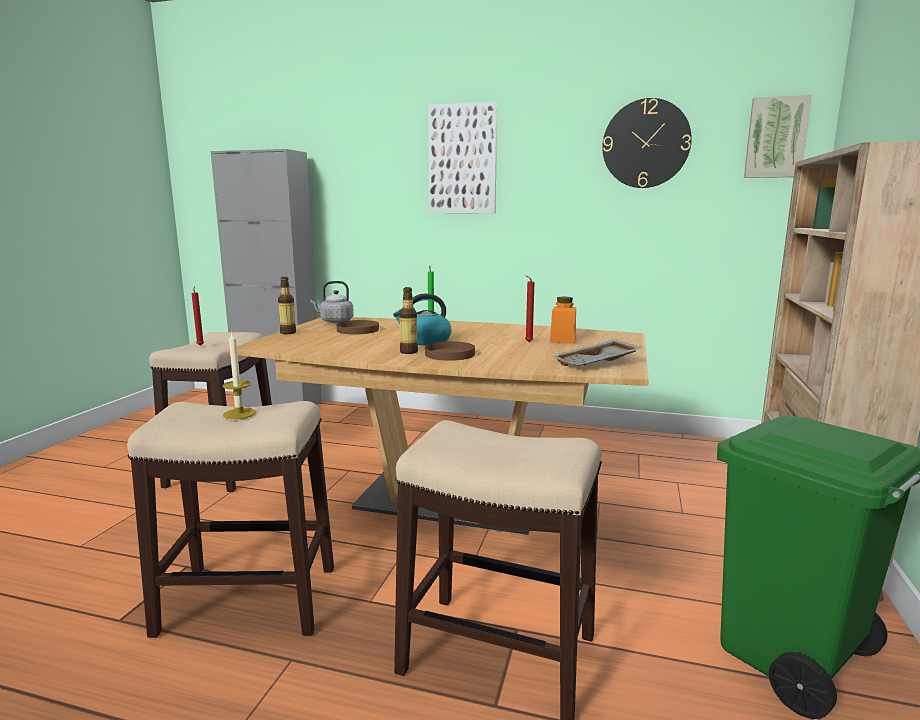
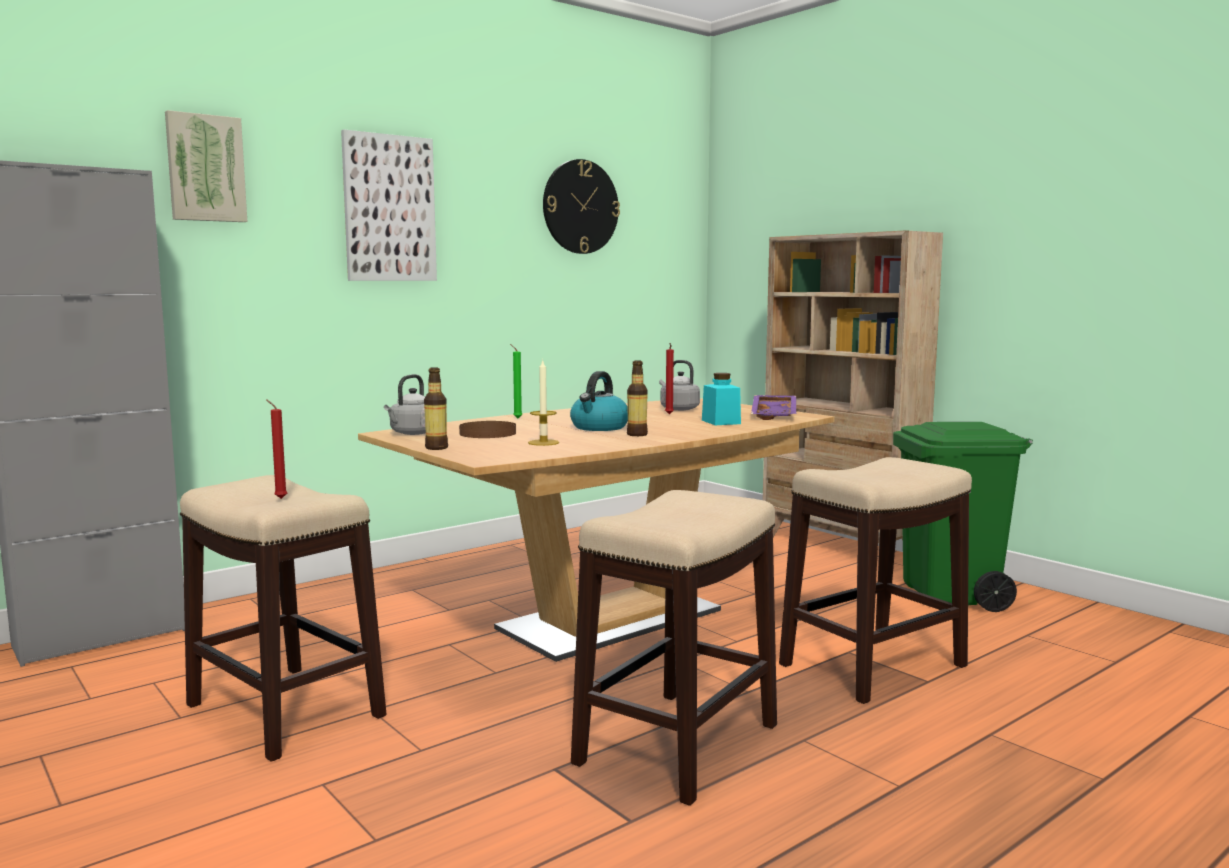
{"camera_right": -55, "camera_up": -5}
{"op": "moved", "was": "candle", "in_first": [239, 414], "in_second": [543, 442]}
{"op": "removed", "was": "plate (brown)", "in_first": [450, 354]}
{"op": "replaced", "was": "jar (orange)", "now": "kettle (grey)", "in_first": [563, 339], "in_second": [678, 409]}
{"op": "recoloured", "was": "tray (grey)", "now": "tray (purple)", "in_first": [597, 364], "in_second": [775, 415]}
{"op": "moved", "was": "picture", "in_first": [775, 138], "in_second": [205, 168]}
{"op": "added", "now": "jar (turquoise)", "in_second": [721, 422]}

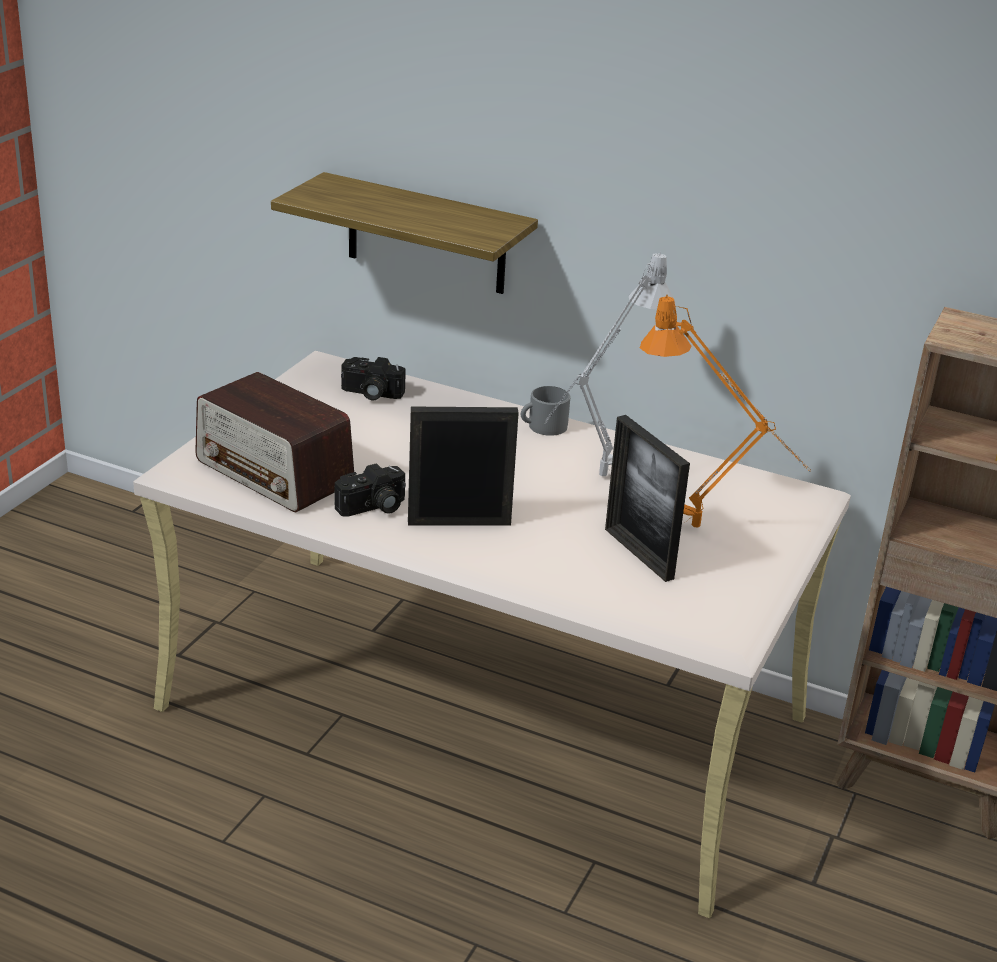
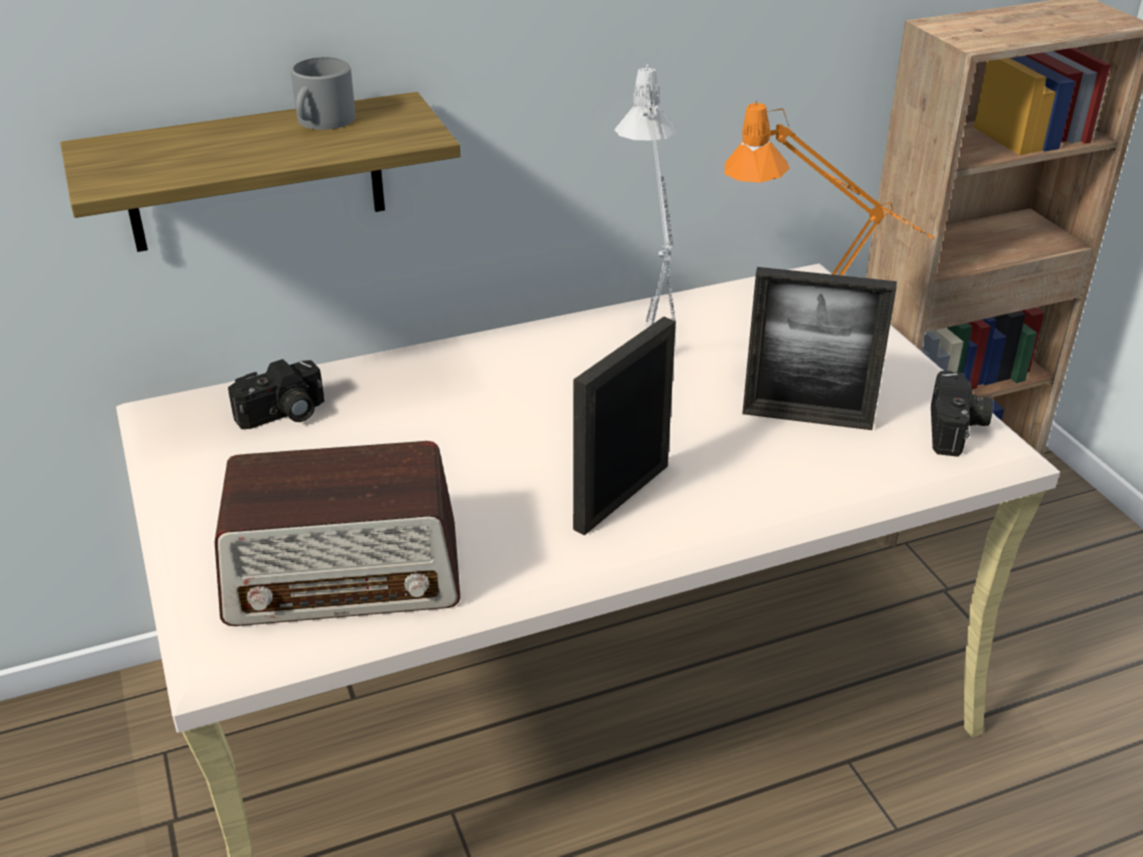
{"camera_right": -45, "camera_up": 5}
{"op": "moved", "was": "photo camera", "in_first": [373, 508], "in_second": [957, 430]}
{"op": "moved", "was": "mug (grey)", "in_first": [543, 426], "in_second": [322, 121]}

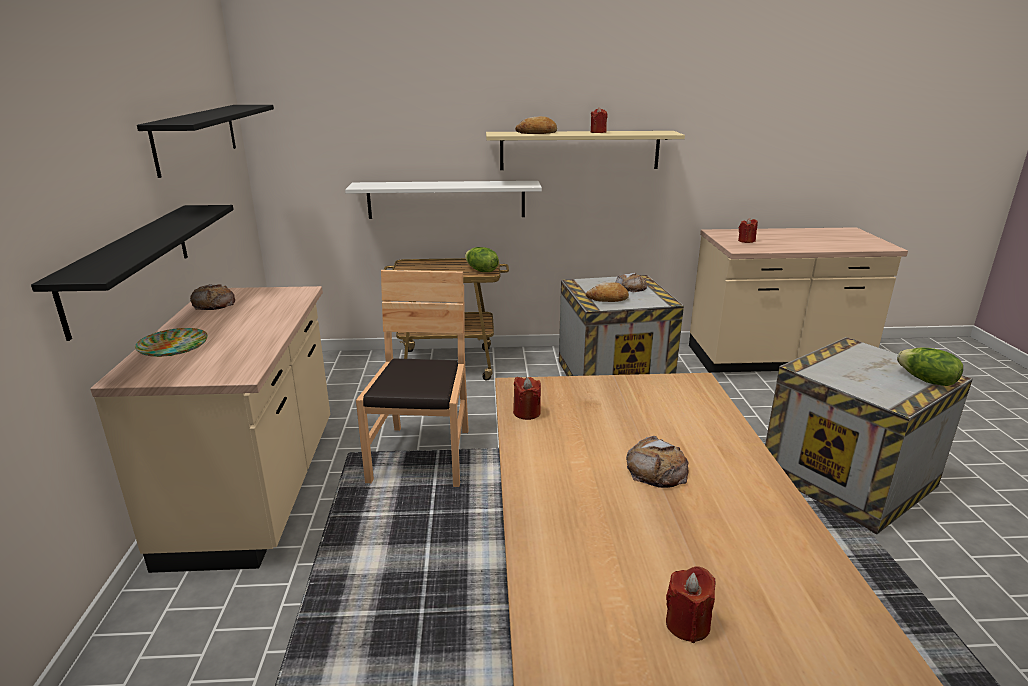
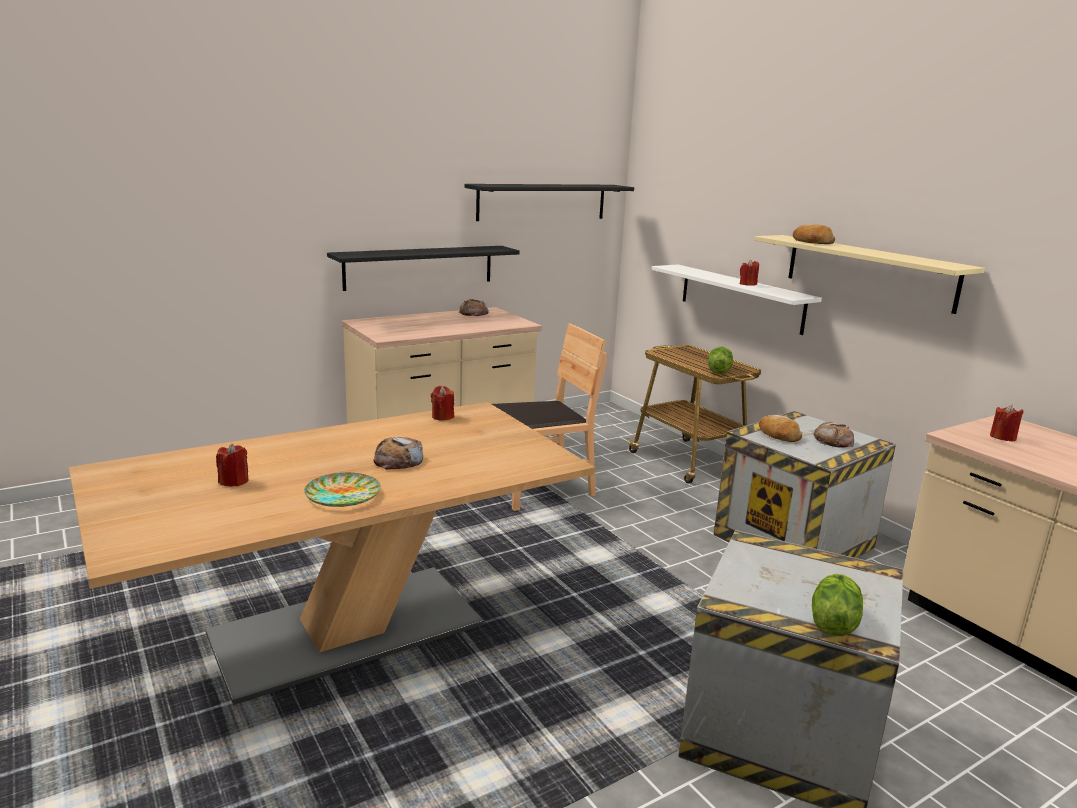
{"camera_right": 60, "camera_up": -5}
{"op": "moved", "was": "plate", "in_first": [174, 347], "in_second": [343, 495]}
{"op": "moved", "was": "candle (red)", "in_first": [598, 132], "in_second": [747, 284]}

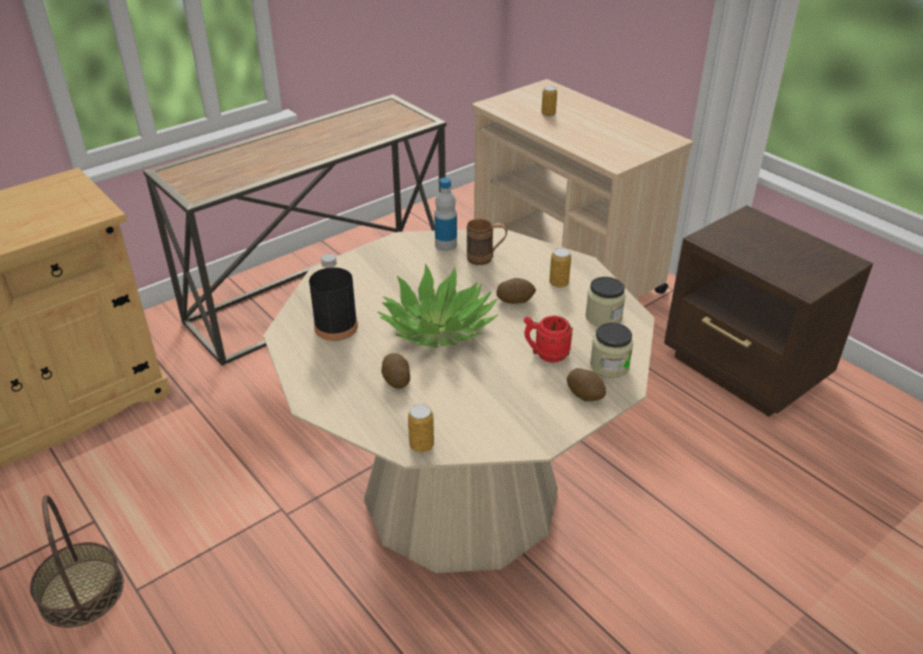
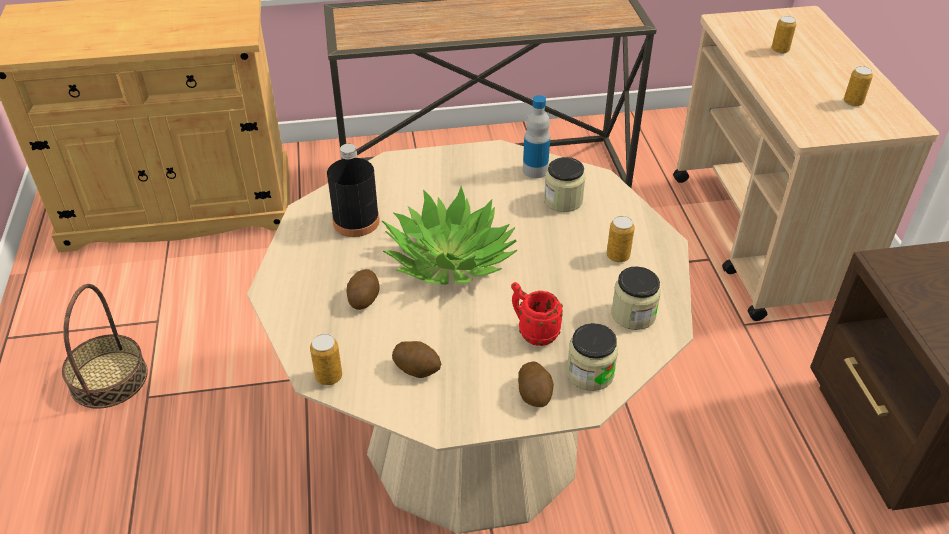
{"camera_right": 30, "camera_up": 5}
{"op": "replaced", "was": "mug (brown)", "now": "jar", "in_first": [486, 259], "in_second": [563, 200]}
{"op": "moved", "was": "potato", "in_first": [515, 300], "in_second": [417, 368]}
{"op": "added", "now": "can", "in_second": [853, 102]}

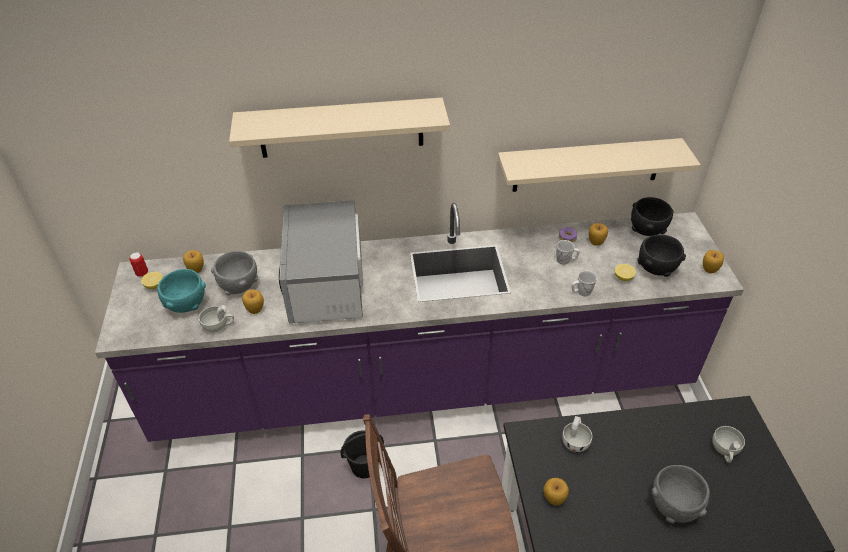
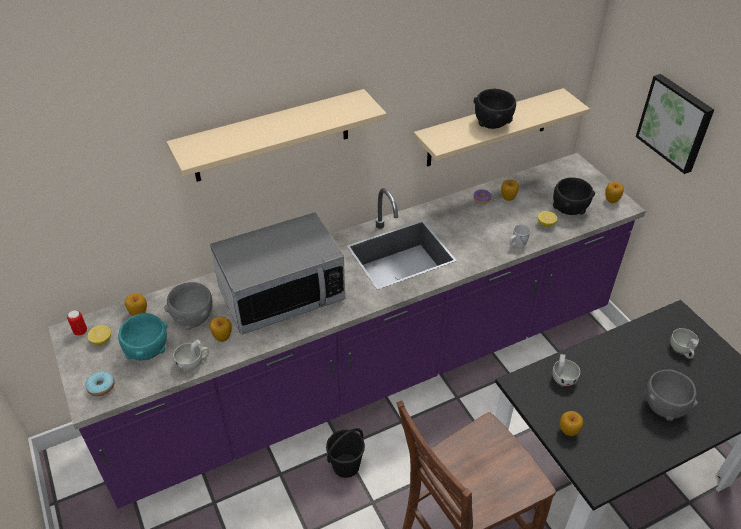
{"camera_right": -20, "camera_up": 0}
{"op": "turned", "was": "microwave", "in_first": [327, 284], "in_second": [282, 295], "clockwise": -90}
{"op": "removed", "was": "mug (white)", "in_first": [566, 260]}
{"op": "moved", "was": "bowl (black)", "in_first": [646, 230], "in_second": [492, 124]}
{"op": "added", "now": "donut", "in_second": [101, 387]}
{"op": "added", "now": "picture", "in_second": [676, 122]}

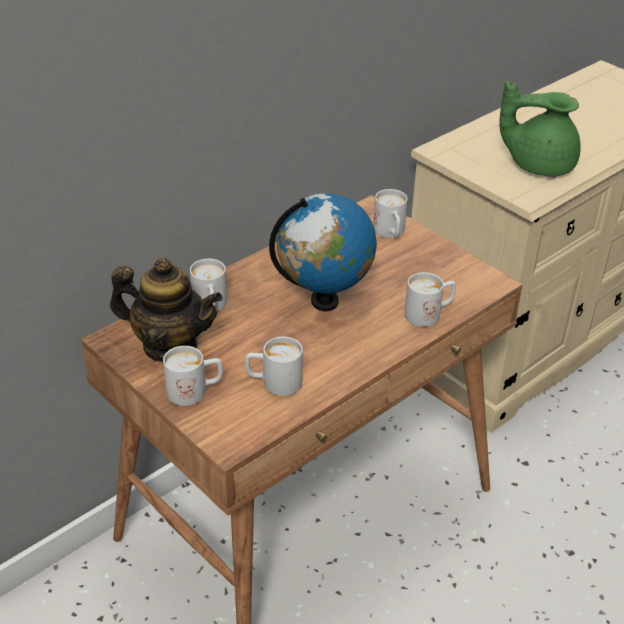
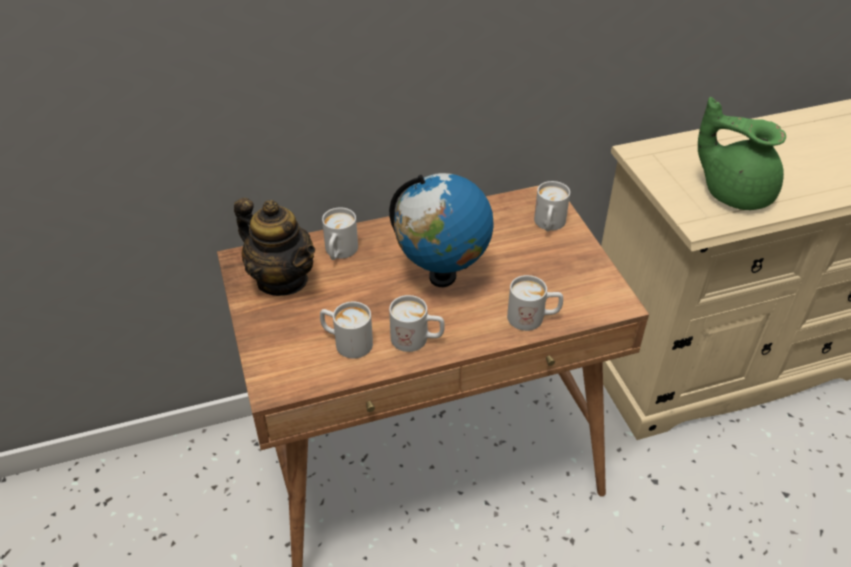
{"camera_right": 25, "camera_up": 5}
{"op": "moved", "was": "mug (white)", "in_first": [195, 391], "in_second": [417, 339]}

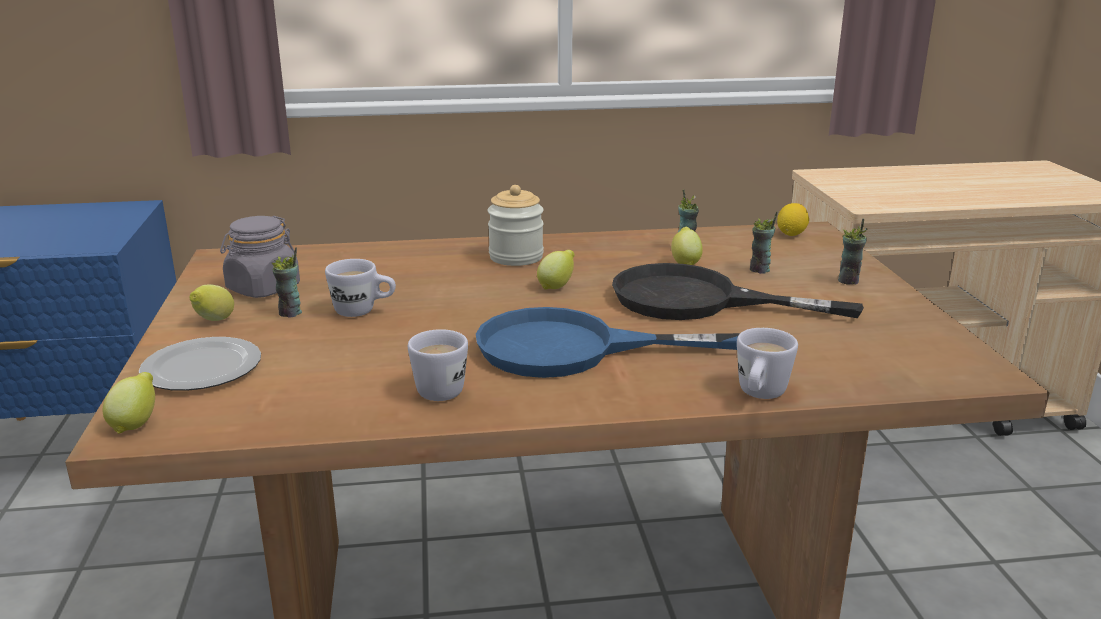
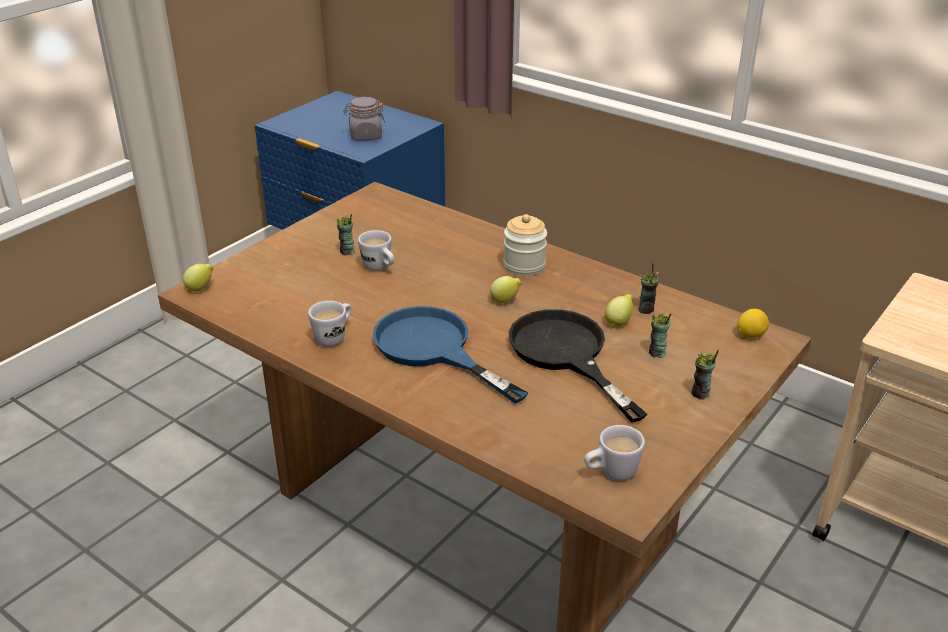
{"camera_right": 45, "camera_up": 10}
{"op": "removed", "was": "plate", "in_first": [203, 369]}
{"op": "removed", "was": "lemon", "in_first": [214, 321]}
{"op": "moved", "was": "jar (grey)", "in_first": [263, 288], "in_second": [365, 136]}
{"op": "moved", "was": "mug (white)", "in_first": [759, 395], "in_second": [611, 473]}

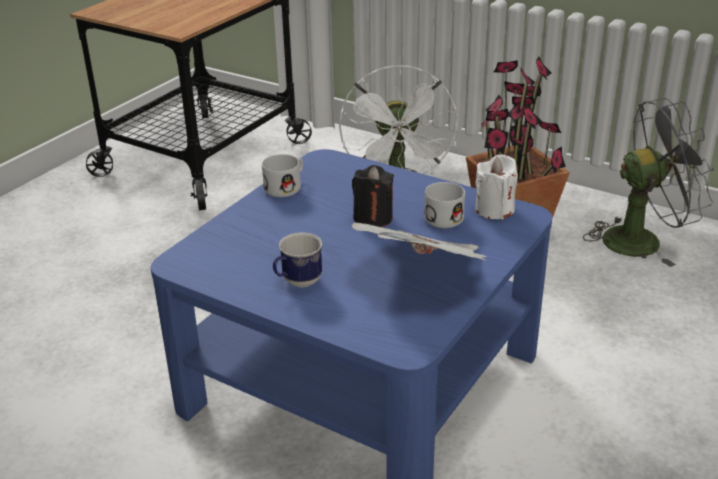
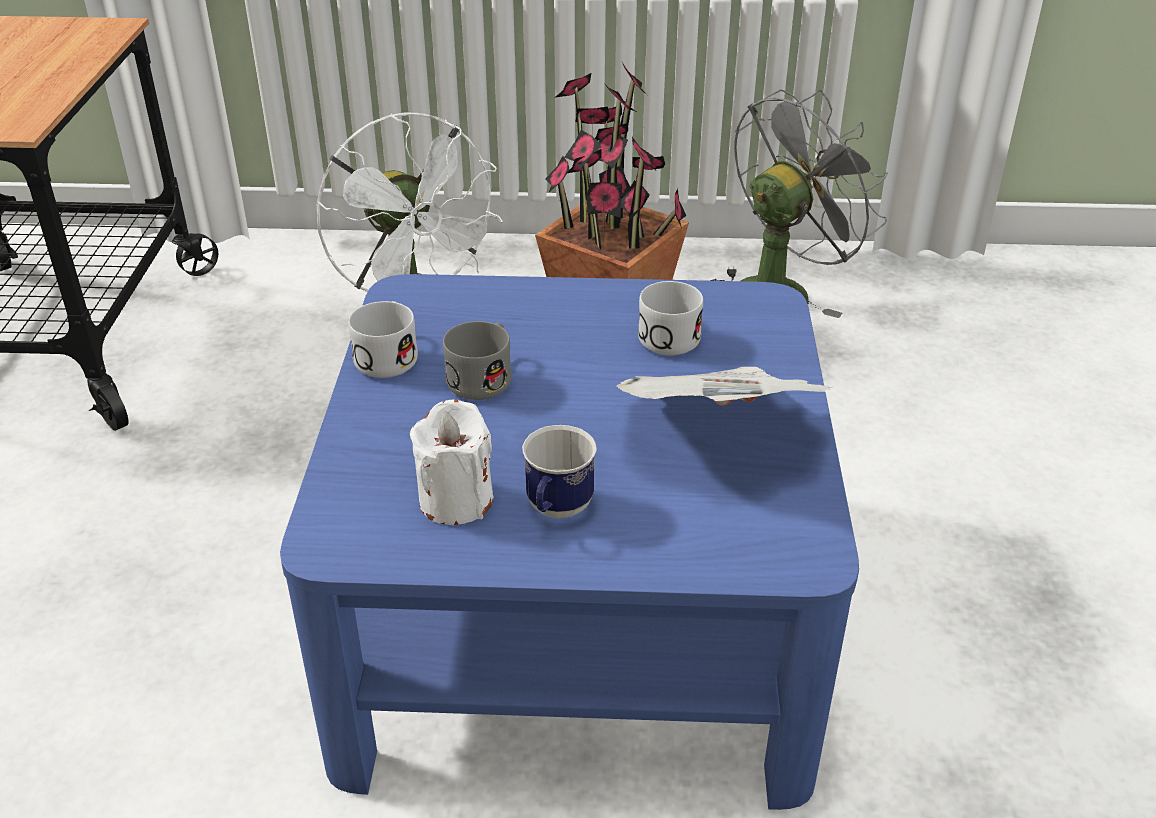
{"camera_right": -30, "camera_up": 5}
{"op": "removed", "was": "candle (black)", "in_first": [373, 218]}
{"op": "moved", "was": "candle (white)", "in_first": [494, 209], "in_second": [456, 500]}
{"op": "added", "now": "mug (grey)", "in_second": [484, 376]}

